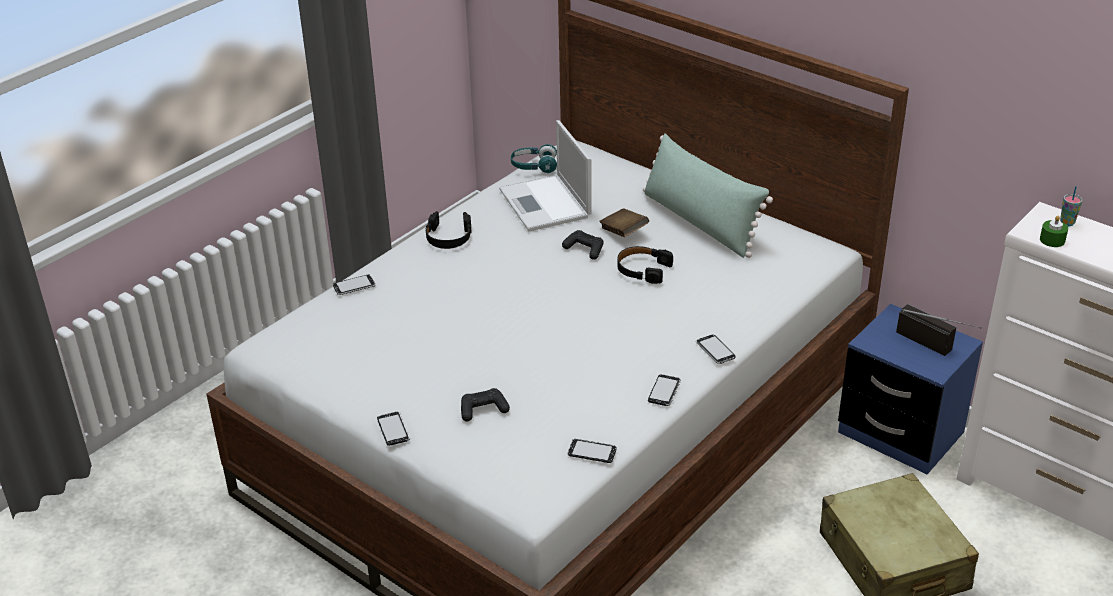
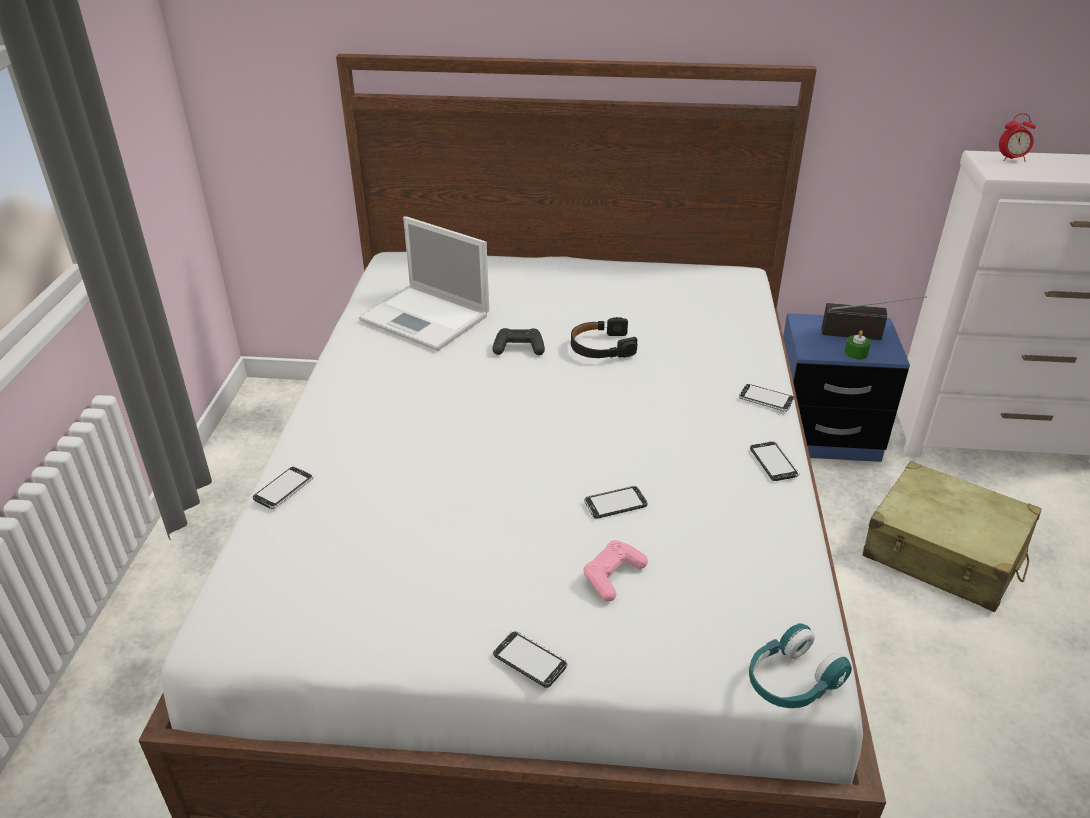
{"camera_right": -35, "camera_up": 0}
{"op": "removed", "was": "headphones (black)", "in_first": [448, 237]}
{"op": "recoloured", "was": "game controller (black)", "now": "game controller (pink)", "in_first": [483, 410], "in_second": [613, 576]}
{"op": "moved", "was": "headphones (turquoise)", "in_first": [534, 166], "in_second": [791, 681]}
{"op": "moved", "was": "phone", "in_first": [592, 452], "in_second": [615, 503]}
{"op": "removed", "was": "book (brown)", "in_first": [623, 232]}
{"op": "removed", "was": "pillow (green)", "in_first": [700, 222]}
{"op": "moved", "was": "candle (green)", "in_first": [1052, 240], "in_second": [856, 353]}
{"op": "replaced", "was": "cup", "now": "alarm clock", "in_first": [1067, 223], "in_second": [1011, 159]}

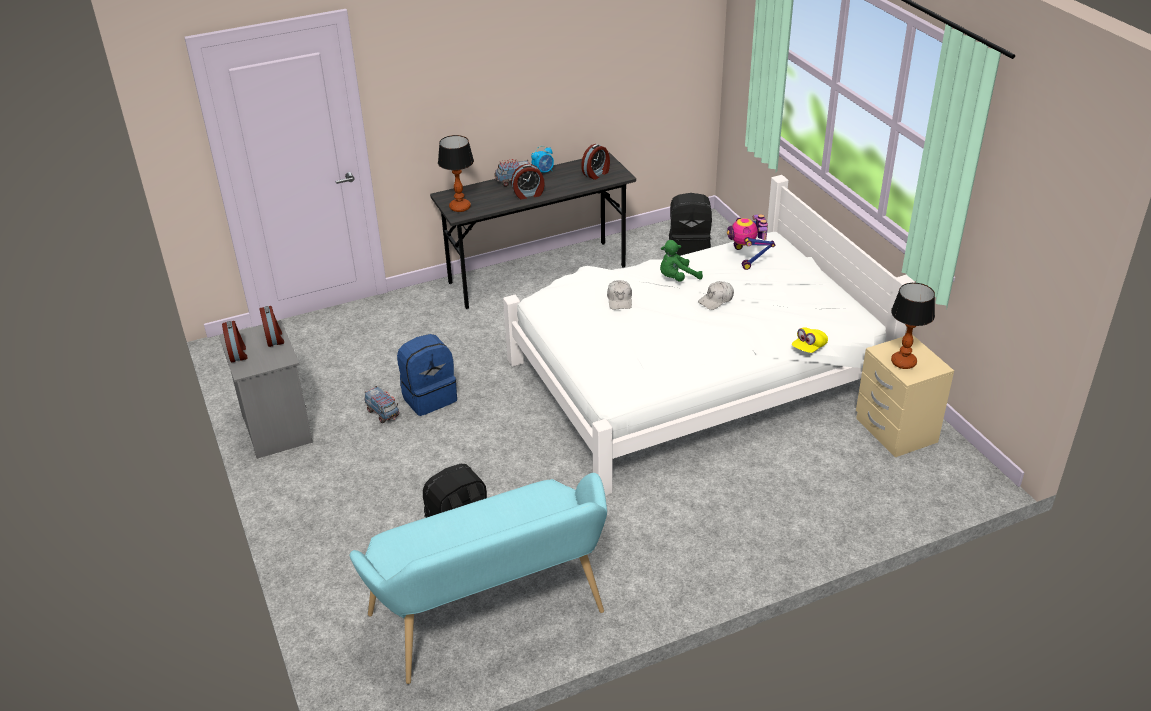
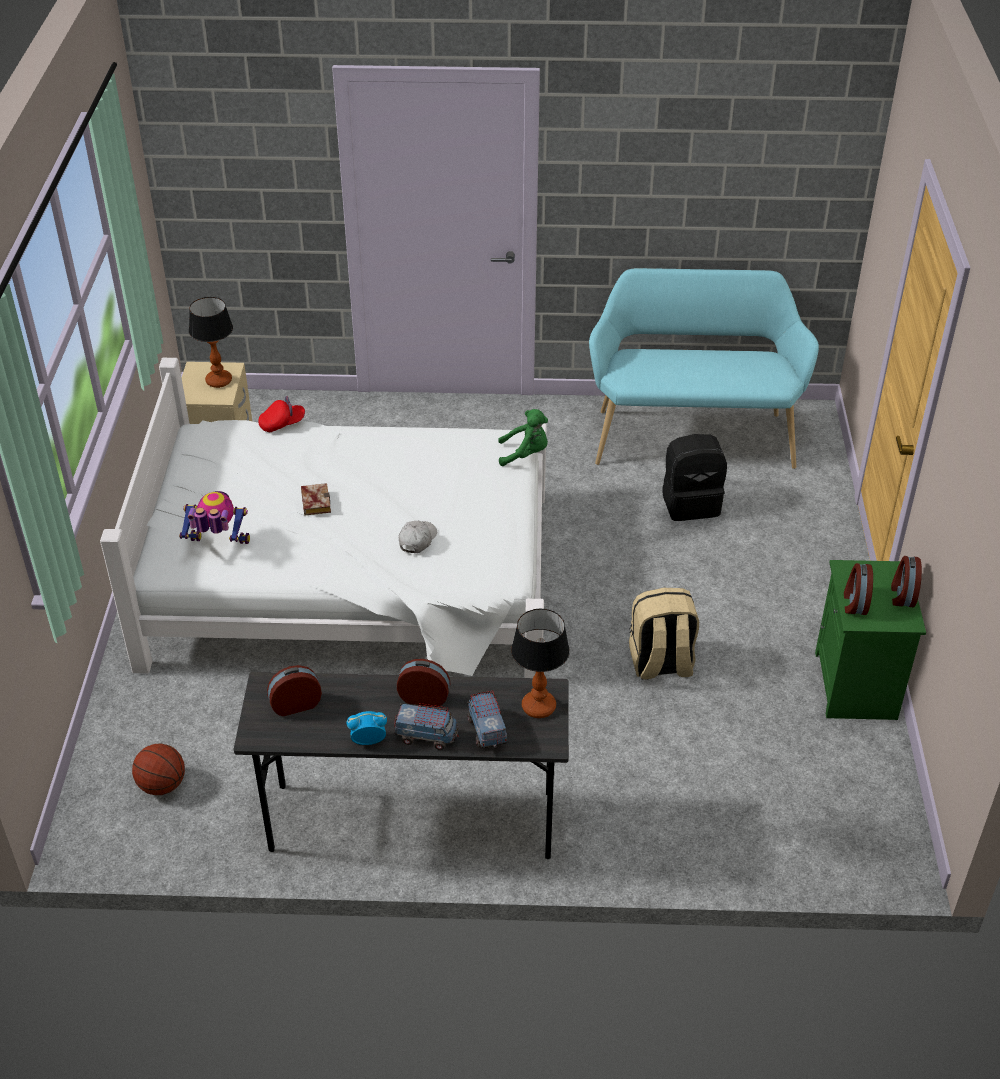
{"camera_right": -155, "camera_up": 5}
{"op": "recoloured", "was": "nightstand (grey)", "now": "nightstand (green)", "in_first": [275, 429], "in_second": [857, 686]}
{"op": "moved", "was": "toy truck", "in_first": [383, 413], "in_second": [487, 731]}
{"op": "recoloured", "was": "backpack (blue)", "now": "backpack (beige)", "in_first": [429, 397], "in_second": [660, 664]}
{"op": "moved", "was": "plush toy (green)", "in_first": [677, 278], "in_second": [525, 454]}
{"op": "replaced", "was": "backpack (black)", "now": "basketball", "in_first": [689, 248], "in_second": [162, 785]}
{"op": "replaced", "was": "cap (white)", "now": "book", "in_first": [716, 300], "in_second": [314, 502]}
{"op": "turned", "was": "toy robot", "in_first": [748, 257], "in_second": [218, 546], "clockwise": -105}
{"op": "recoloured", "was": "cap (yellow)", "now": "cap (red)", "in_first": [809, 347], "in_second": [282, 424]}

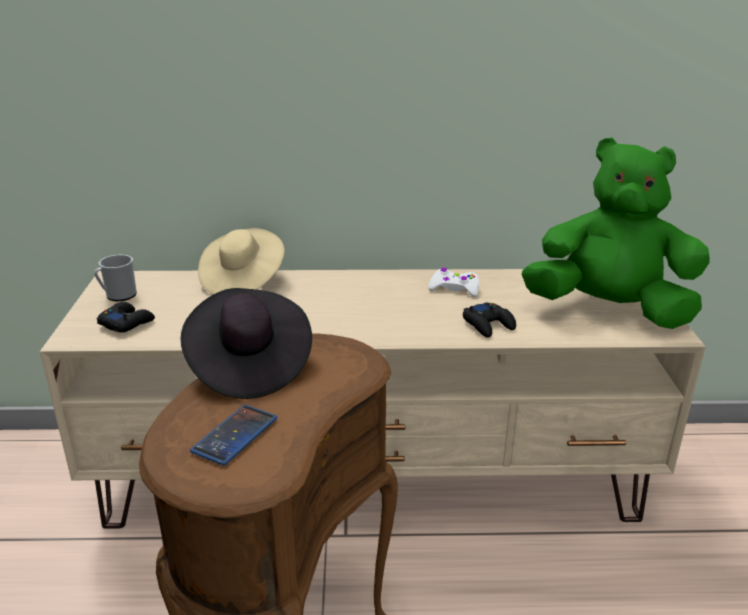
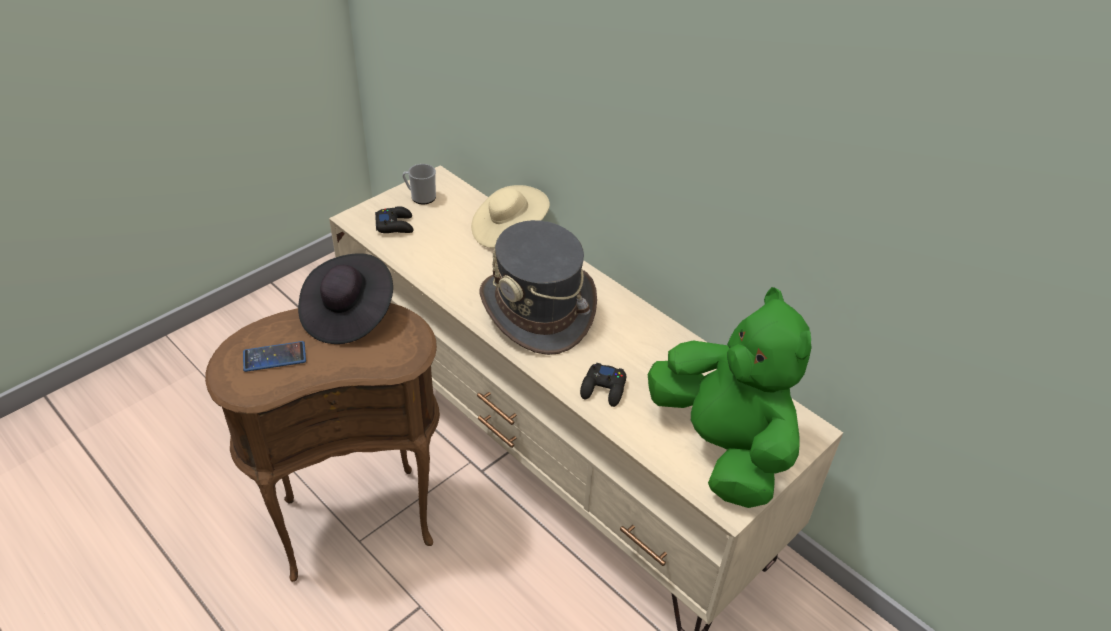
{"camera_right": 45, "camera_up": 15}
{"op": "removed", "was": "game controller (white)", "in_first": [454, 288]}
{"op": "added", "now": "hat (grey)", "in_second": [538, 309]}

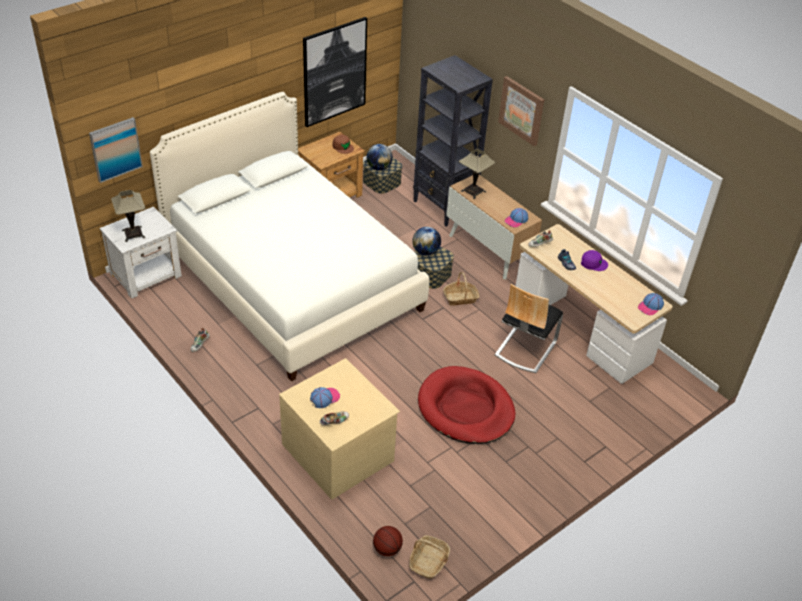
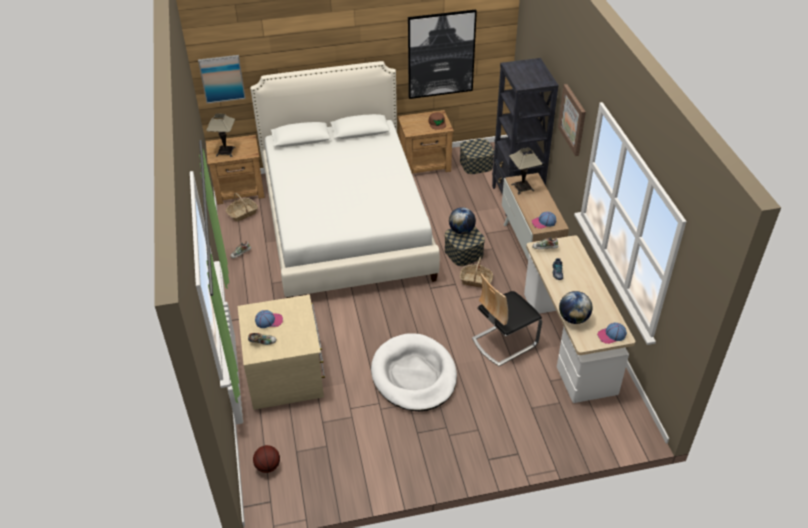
{"camera_right": 30, "camera_up": 0}
{"op": "recoloured", "was": "nightstand (white)", "now": "nightstand (brown)", "in_first": [147, 275], "in_second": [240, 190]}
{"op": "moved", "was": "globe", "in_first": [379, 167], "in_second": [573, 318]}
{"op": "moved", "was": "basket", "in_first": [428, 561], "in_second": [242, 213]}
{"op": "recoloured", "was": "dog bed (red)", "now": "dog bed (white)", "in_first": [466, 409], "in_second": [414, 375]}
{"op": "removed", "was": "cap (purple)", "in_first": [593, 263]}

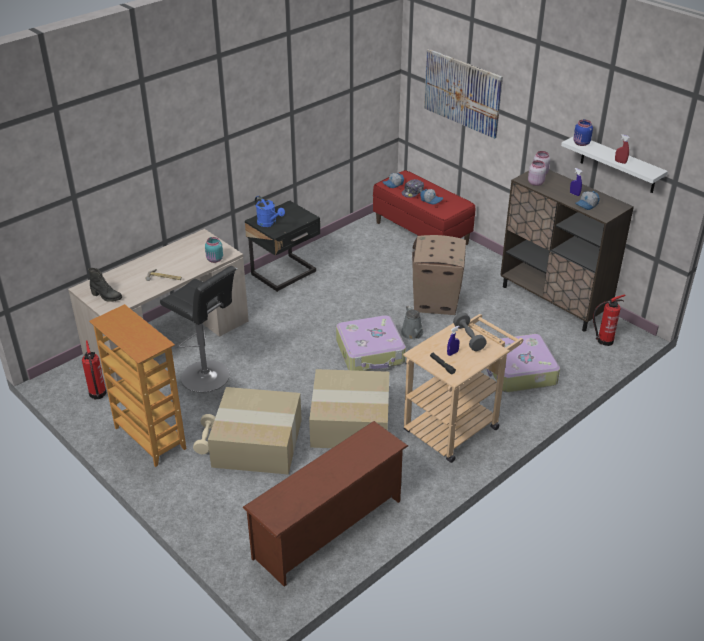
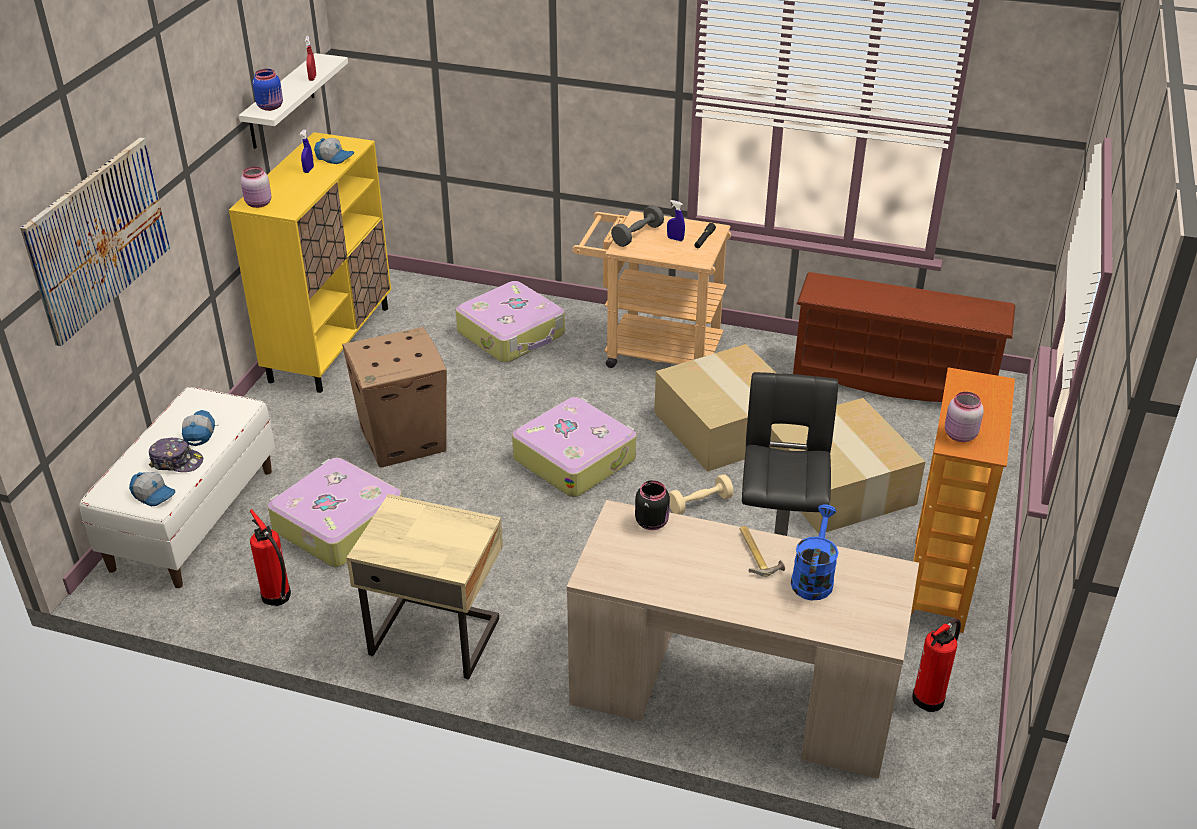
{"camera_right": -120, "camera_up": 0}
{"op": "removed", "was": "boot (black)", "in_first": [106, 297]}
{"op": "moved", "was": "dumbbell (beige)", "in_first": [206, 439], "in_second": [700, 503]}
{"op": "recoloured", "was": "jar (turquoise)", "now": "jar (black)", "in_first": [215, 260], "in_second": [652, 522]}
{"op": "recoloured", "was": "nightstand (black)", "now": "nightstand (beige)", "in_first": [285, 274], "in_second": [435, 634]}
{"op": "moved", "was": "watering can (blue)", "in_first": [269, 223], "in_second": [813, 577]}
{"op": "recoloured", "was": "bench (red)", "now": "bench (white)", "in_first": [422, 233], "in_second": [193, 518]}
{"op": "removed", "was": "watering can (grey)", "in_first": [413, 334]}
{"op": "recoloured", "was": "cabinet (brown)", "now": "cabinet (yellow)", "in_first": [554, 301], "in_second": [330, 343]}
{"op": "moved", "was": "jar (pink)", "in_first": [535, 183], "in_second": [959, 435]}
{"op": "moved", "was": "fire extinguisher", "in_first": [603, 341], "in_second": [277, 598]}
{"op": "added", "now": "suitcase", "in_second": [337, 524]}

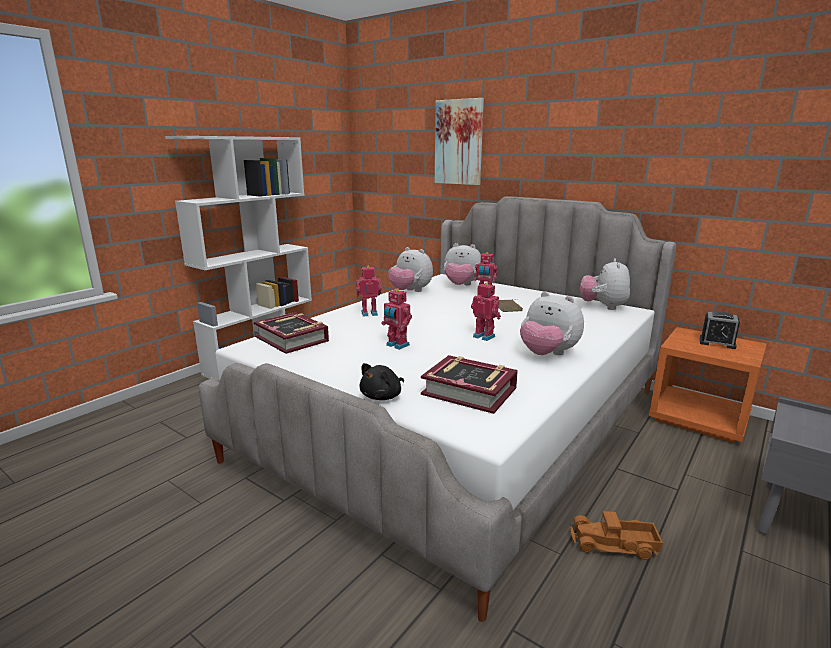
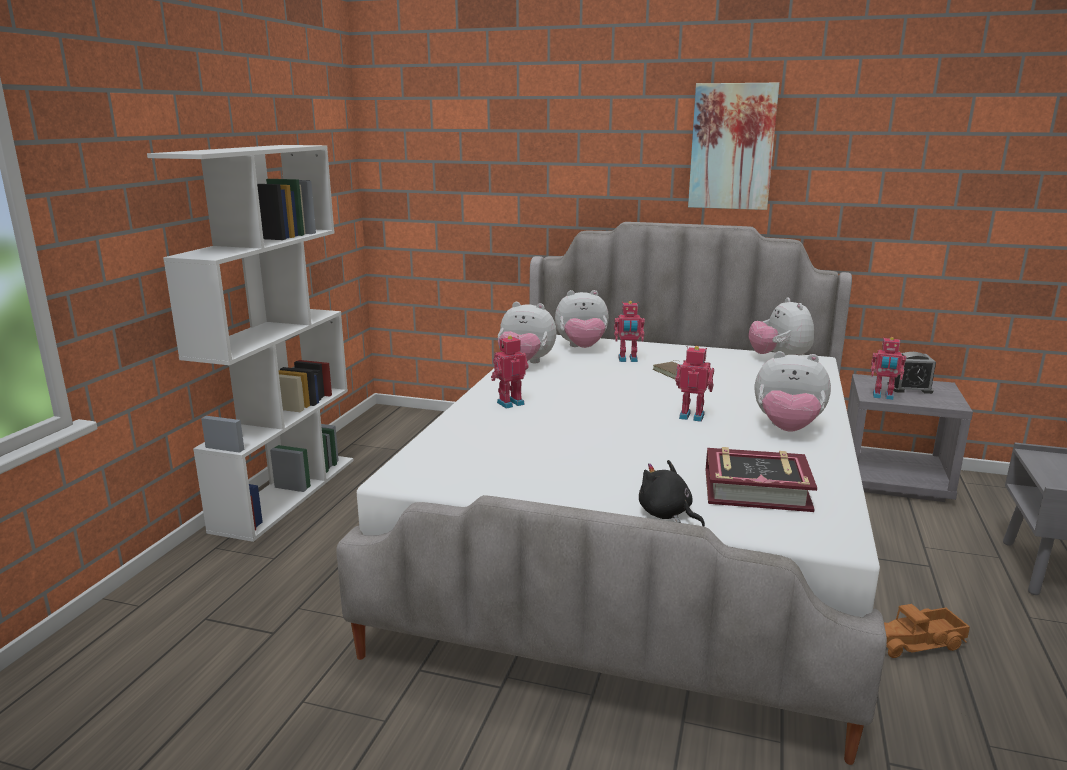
{"camera_right": -20, "camera_up": 0}
{"op": "removed", "was": "book", "in_first": [292, 339]}
{"op": "turned", "was": "plush toy (black)", "in_first": [383, 396], "in_second": [667, 514], "clockwise": 120}
{"op": "moved", "was": "toy robot", "in_first": [396, 345], "in_second": [883, 396]}
{"op": "moved", "was": "picture", "in_first": [459, 142], "in_second": [732, 147]}
{"op": "recoloured", "was": "nightstand (orange)", "now": "nightstand (grey)", "in_first": [699, 419], "in_second": [894, 480]}

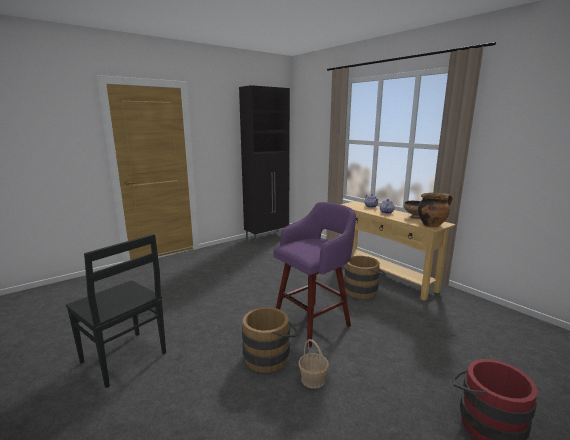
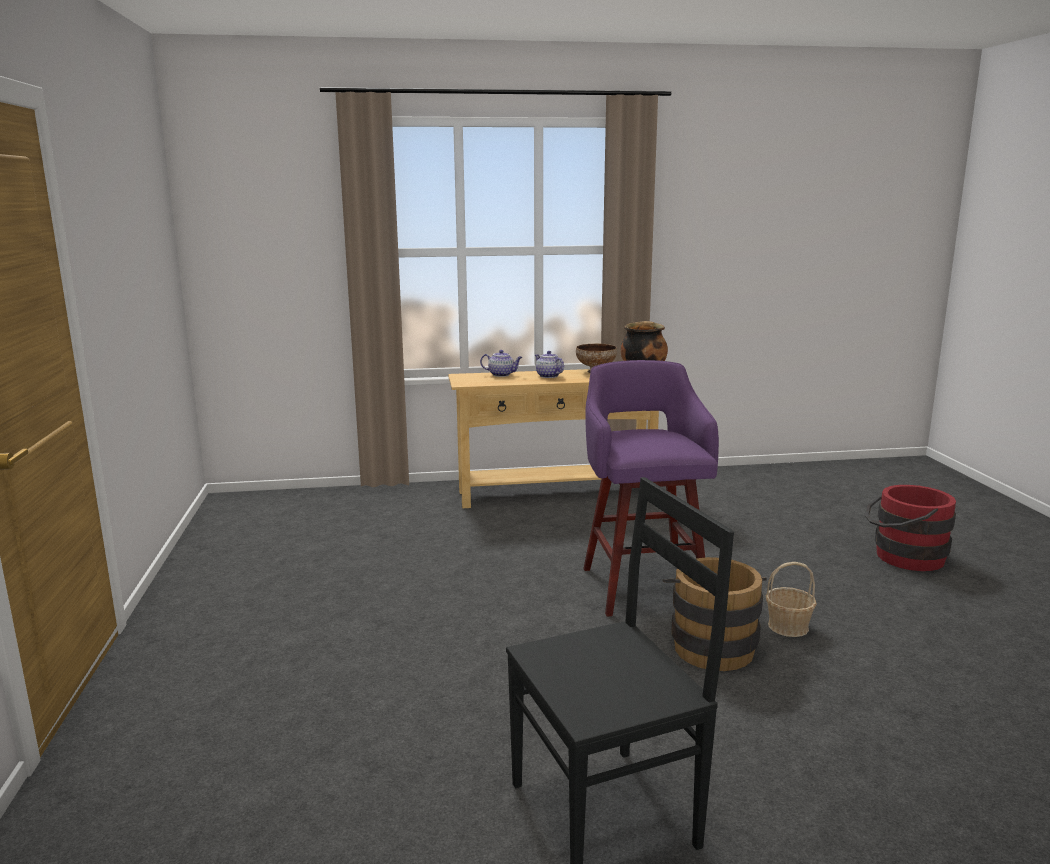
{"camera_right": -60, "camera_up": 0}
{"op": "removed", "was": "cabinet (black)", "in_first": [267, 237]}
{"op": "removed", "was": "bucket (brown)", "in_first": [363, 290]}

